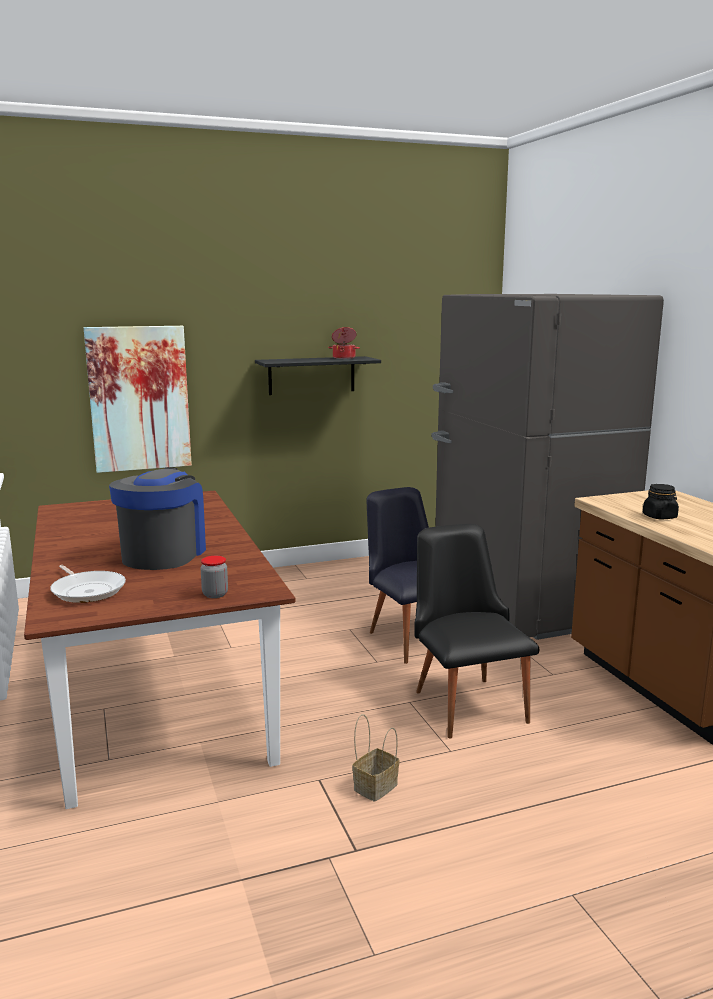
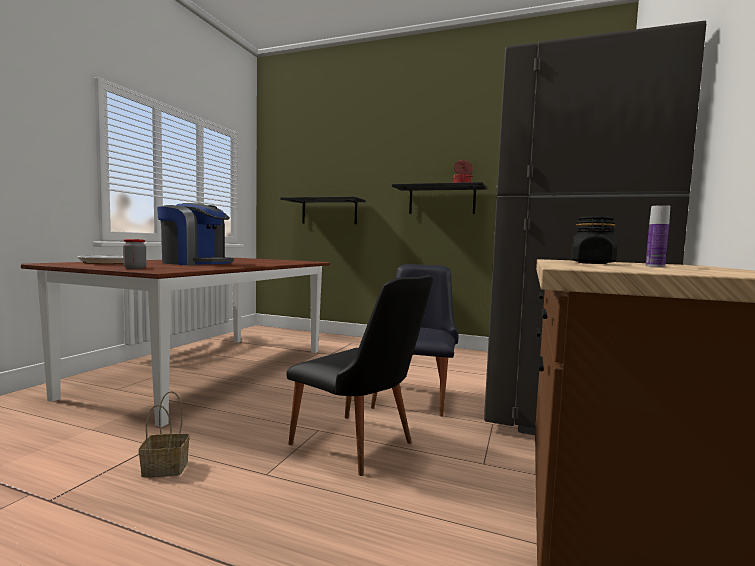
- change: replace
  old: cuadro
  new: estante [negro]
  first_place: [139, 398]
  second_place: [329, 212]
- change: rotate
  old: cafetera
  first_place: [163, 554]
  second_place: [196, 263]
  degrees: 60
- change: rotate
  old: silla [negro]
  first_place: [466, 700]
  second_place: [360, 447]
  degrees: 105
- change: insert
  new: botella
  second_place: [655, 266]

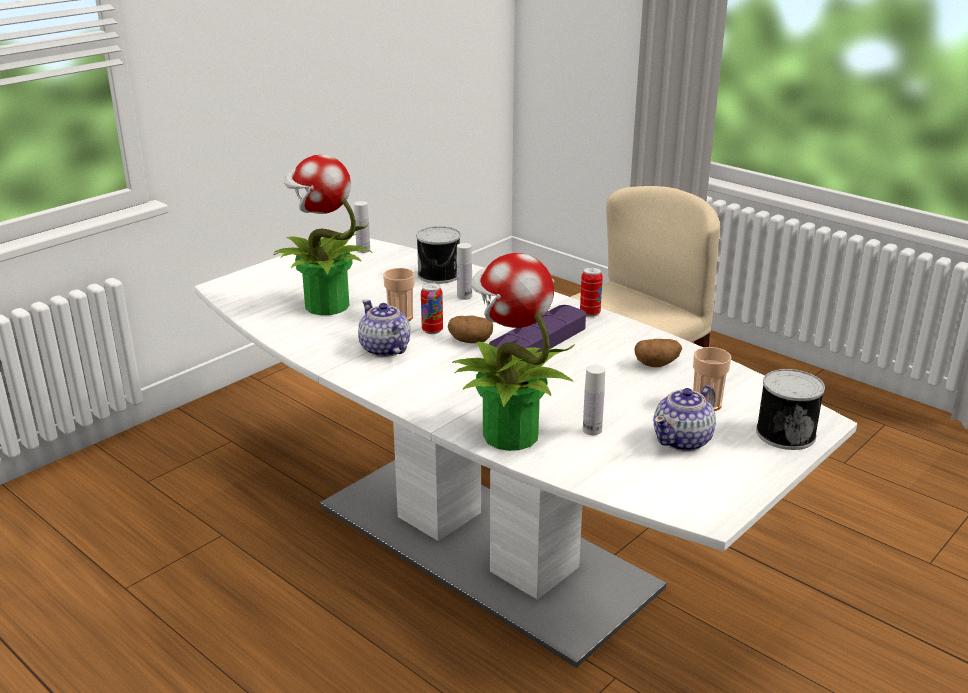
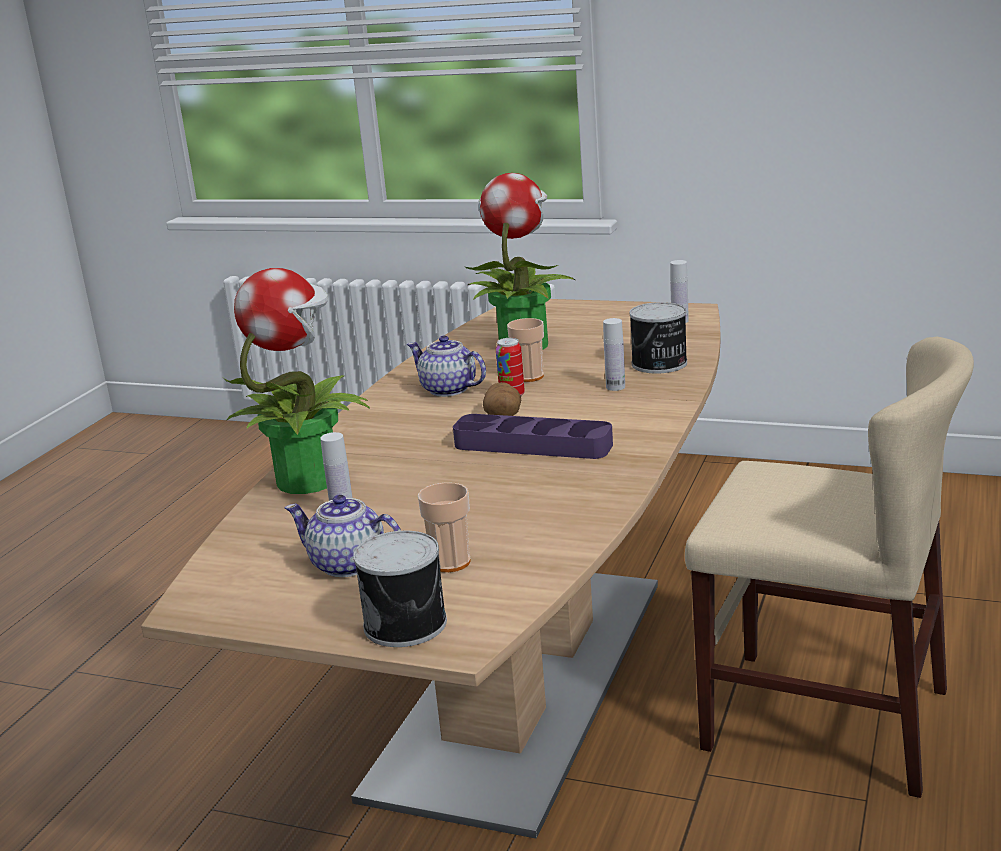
- change: recolor
  old: mesa de comedor [blanco]
  new: mesa de comedor [marrón]
  first_place: [484, 546]
  second_place: [522, 683]
- change: rotate
  old: tetera
  first_place: [384, 349]
  second_place: [448, 390]
  degrees: -90
- change: delete
  old: lata
  first_place: [590, 313]
- change: delete
  old: patata
  first_place: [656, 364]

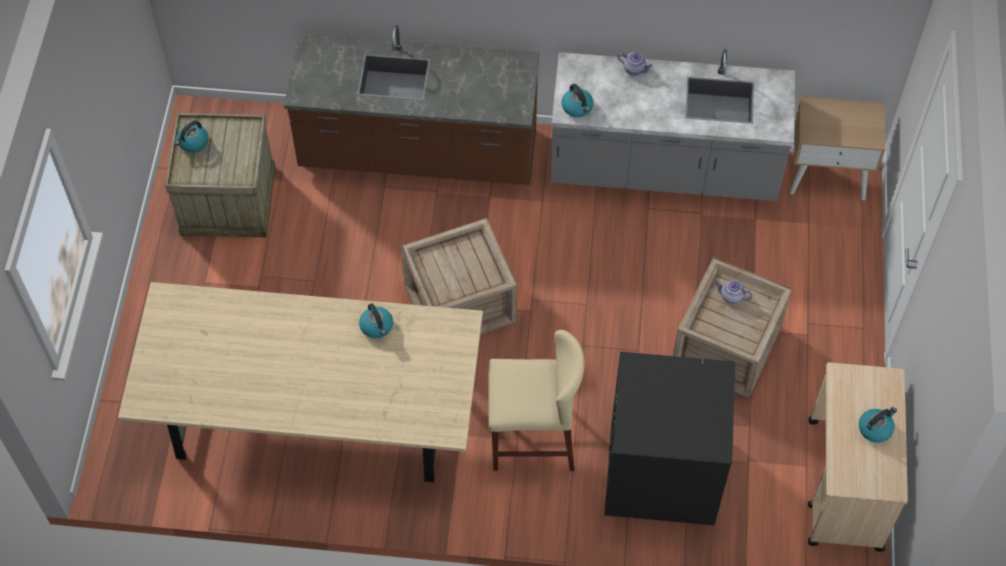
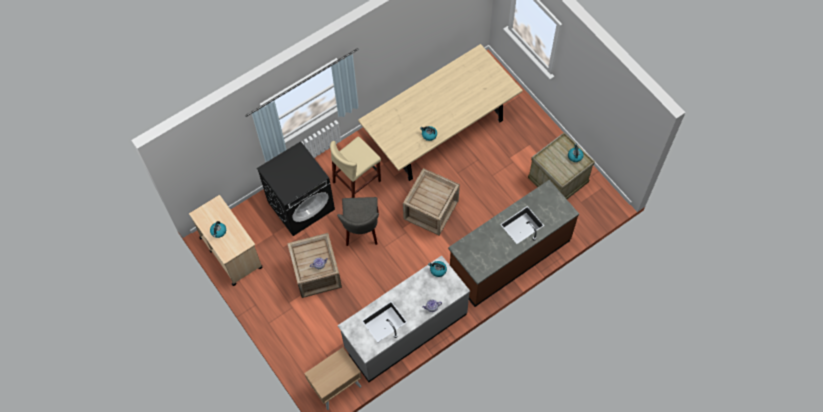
- change: insert
  new: silla [gris]
  second_place: [361, 231]

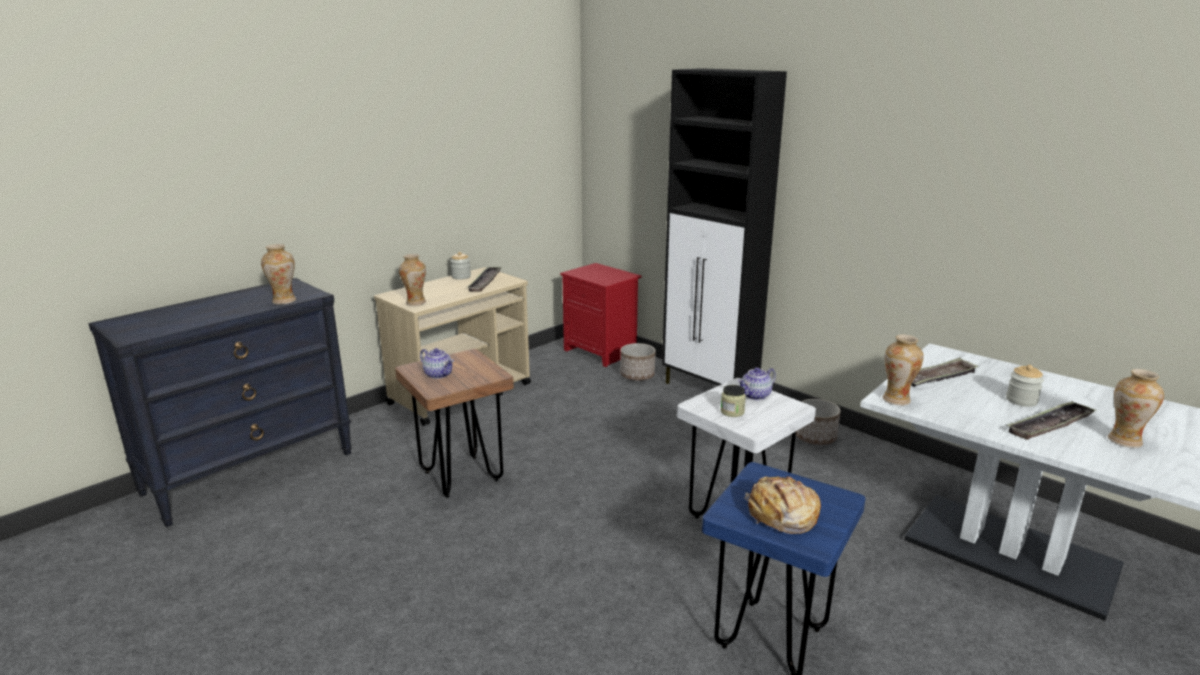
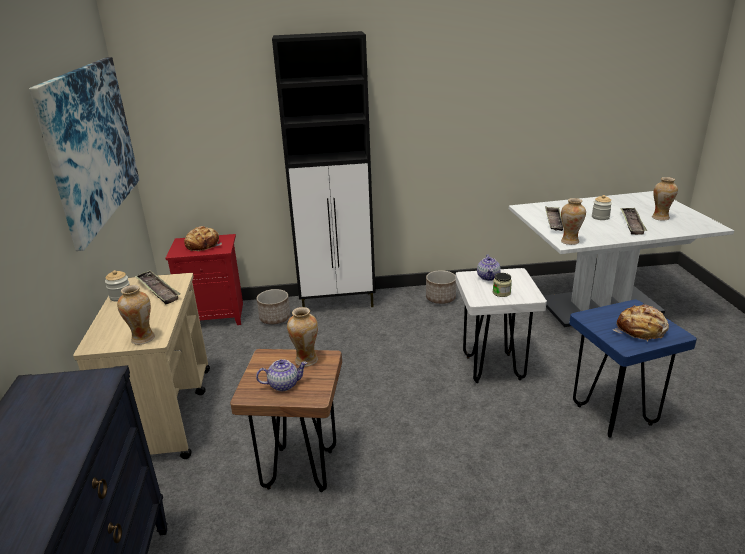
- change: move
  old: florero
  first_place: [284, 301]
  second_place: [306, 360]
- change: insert
  new: cuadro
  second_place: [91, 144]
- change: insert
  new: pan
  second_place: [203, 245]

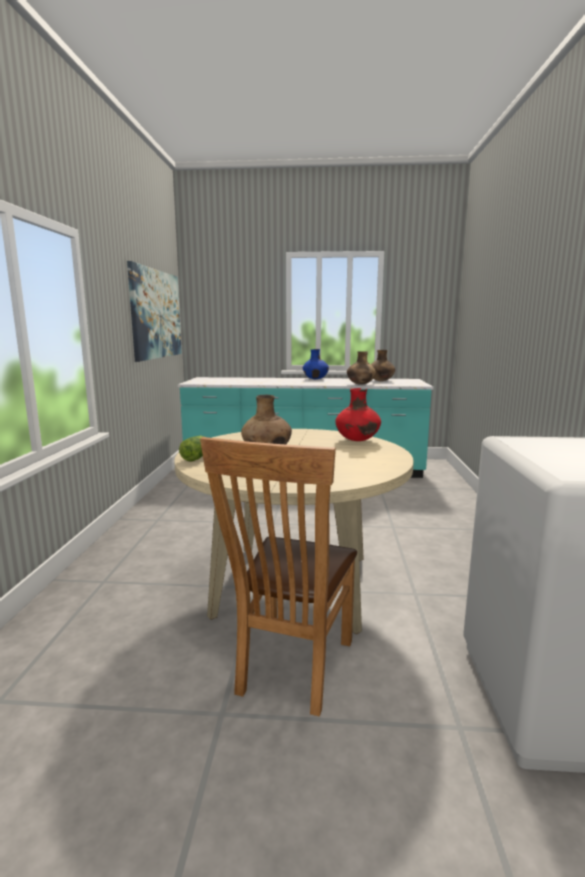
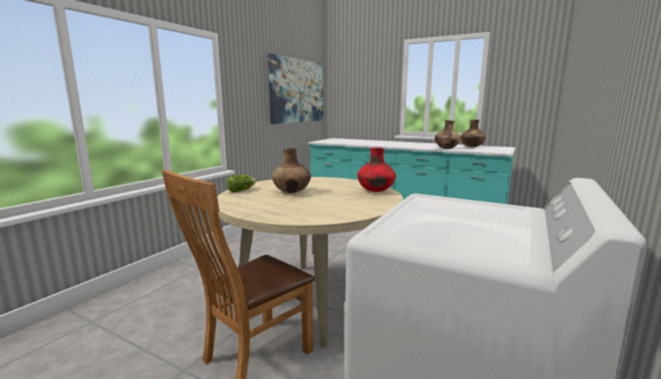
- change: delete
  old: florero [azul]
  first_place: [315, 379]

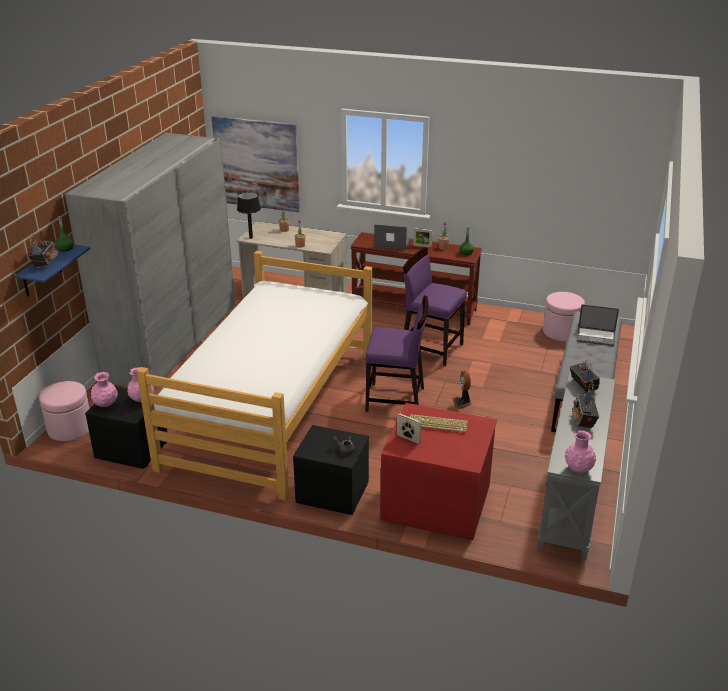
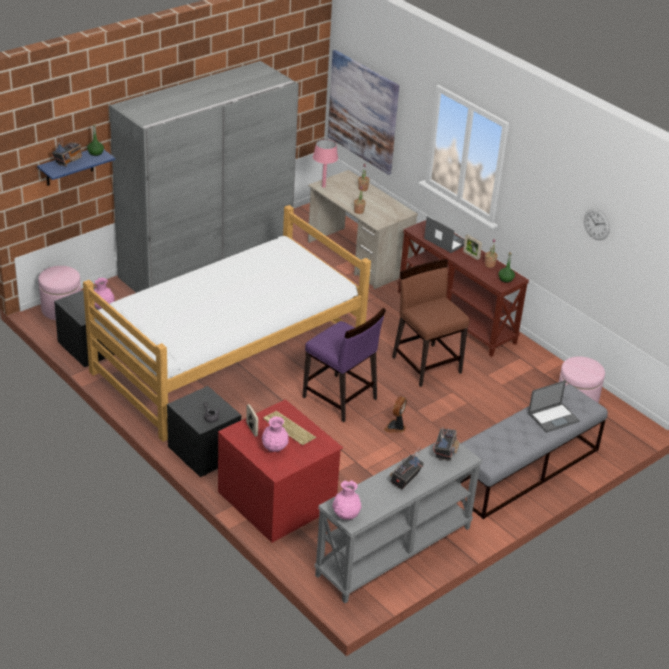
- change: move
  old: florero [rosa]
  first_place: [106, 404]
  second_place: [274, 448]
- change: recolor
  old: lámpara de mesa [negro]
  new: lámpara de mesa [rosa]
  first_place: [251, 238]
  second_place: [323, 186]
- change: recolor
  old: silla [morado]
  new: silla [marrón]
  first_place: [431, 348]
  second_place: [426, 364]
- change: rotate
  old: portátil
  first_place: [596, 336]
  second_place: [553, 417]
  degrees: -75
- change: insert
  new: reloj de pared
  second_place: [596, 224]

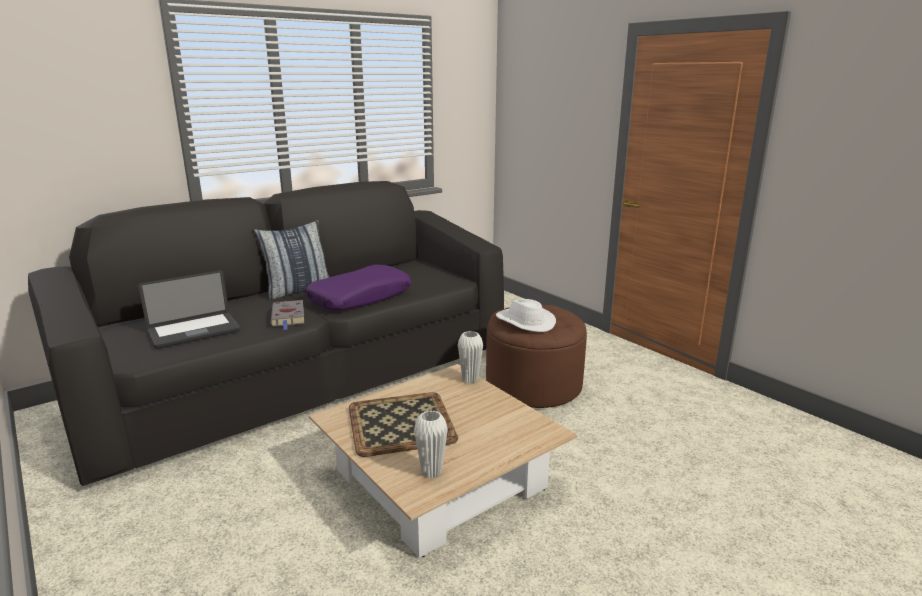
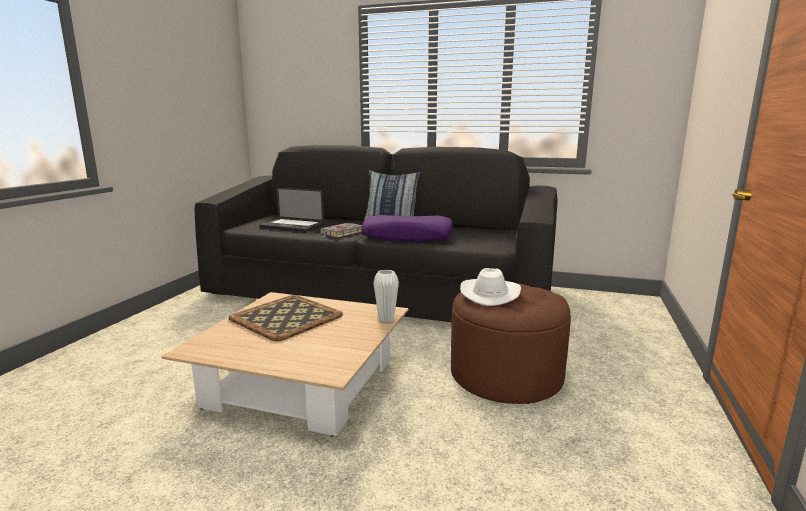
- change: delete
  old: florero [blanco]
  first_place: [431, 472]

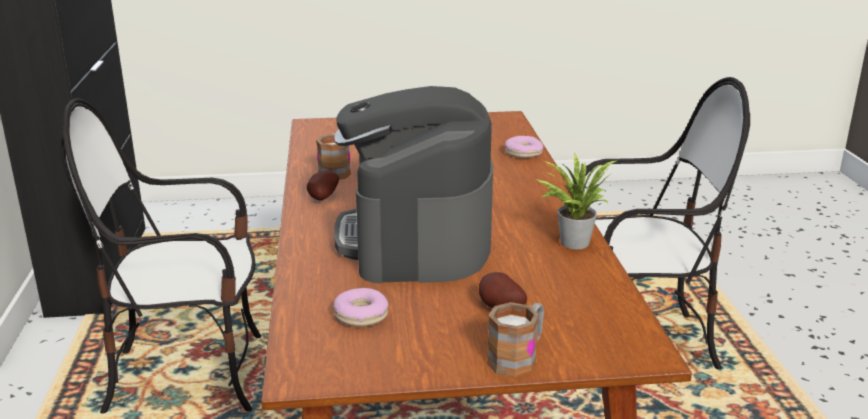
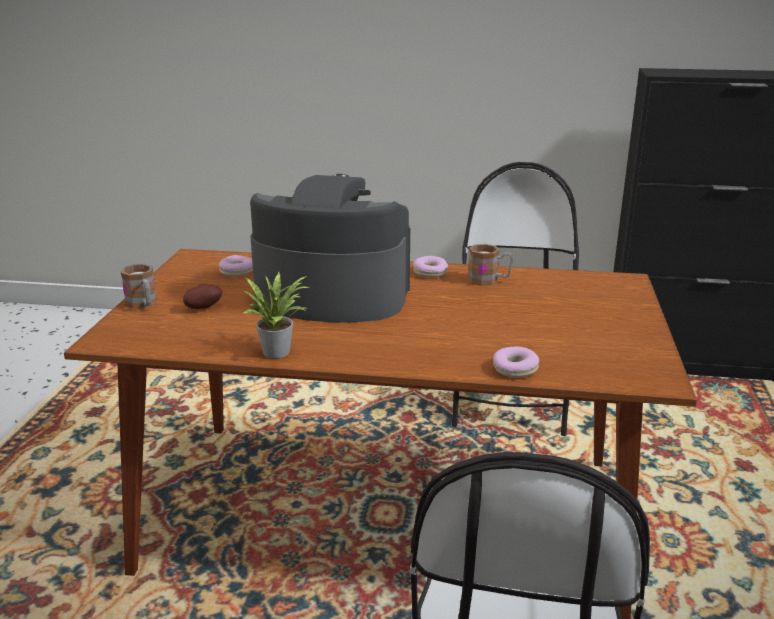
- change: replace
  old: patata
  new: rosquilla
  first_place: [321, 198]
  second_place: [430, 273]

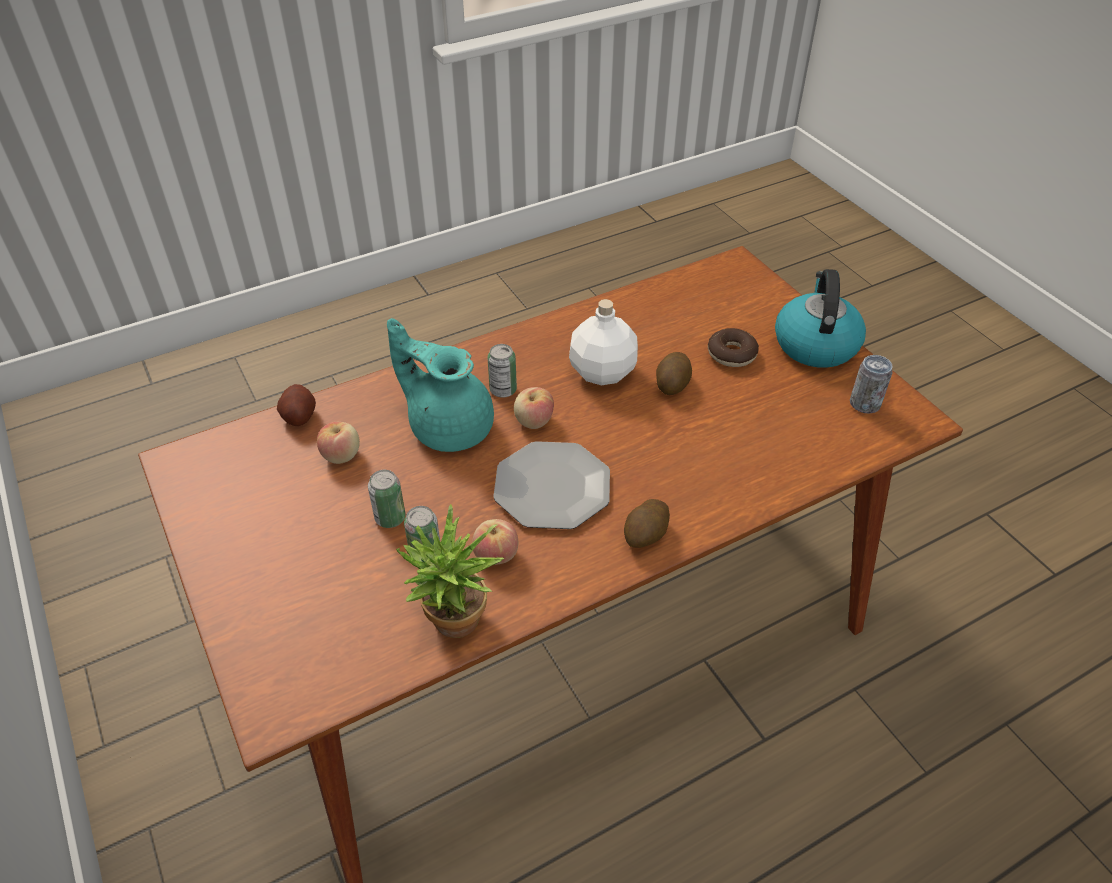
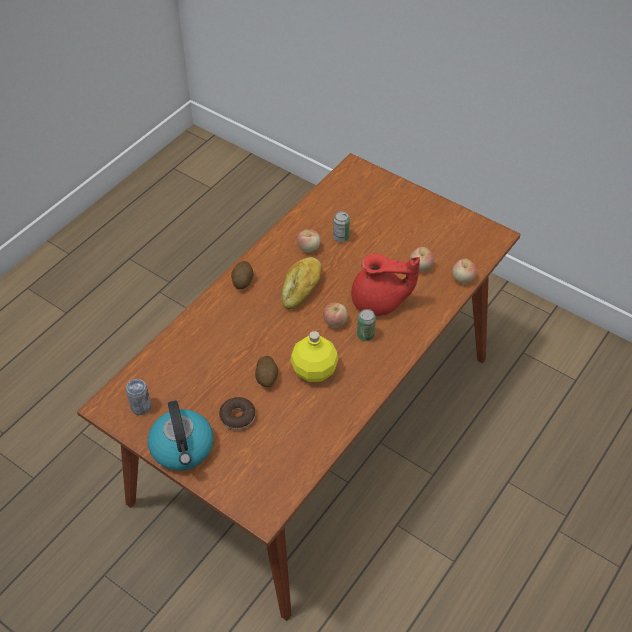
- change: replace
  old: patata
  new: manzana
  first_place: [299, 416]
  second_place: [463, 278]
- change: delete
  old: lata
  first_place: [390, 518]
- change: recolor
  old: tetera [turquesa]
  new: tetera [rojo]
  first_place: [449, 426]
  second_place: [379, 302]
- change: delete
  old: planta en maceta
  first_place: [455, 627]
- change: replace
  old: plato
  new: pan
  first_place: [552, 487]
  second_place: [302, 288]
- change: recolor
  old: botella [blanco]
  new: botella [amarillo]
  first_place: [603, 372]
  second_place: [313, 370]

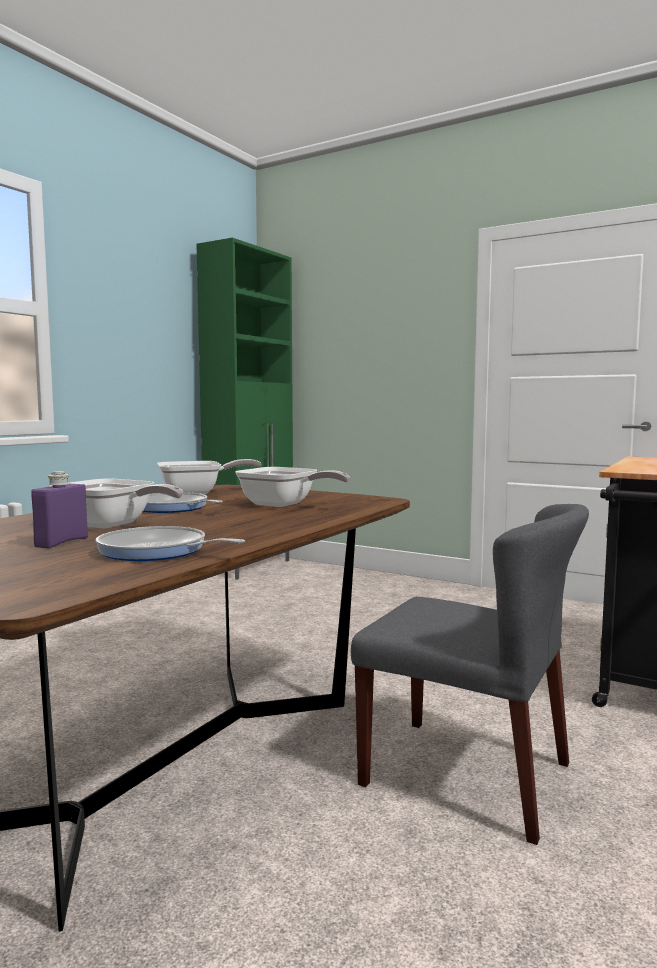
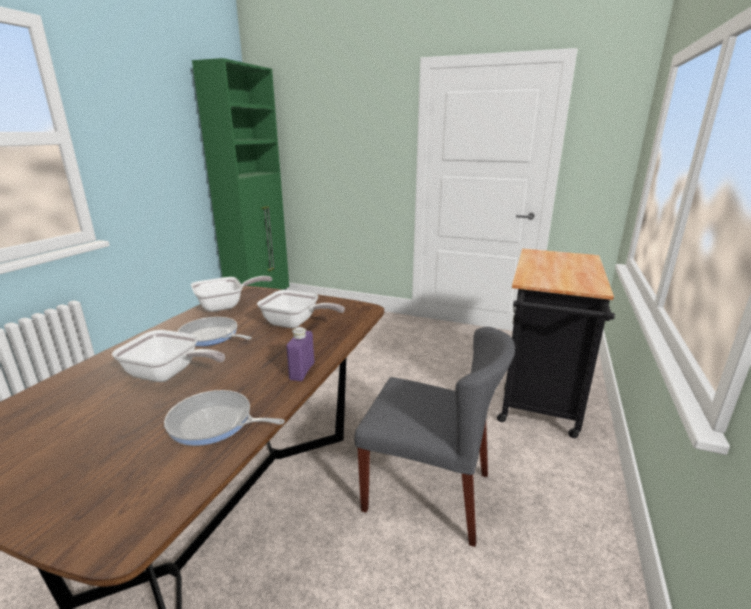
- change: move
  old: botella [morado]
  first_place: [62, 542]
  second_place: [302, 371]

